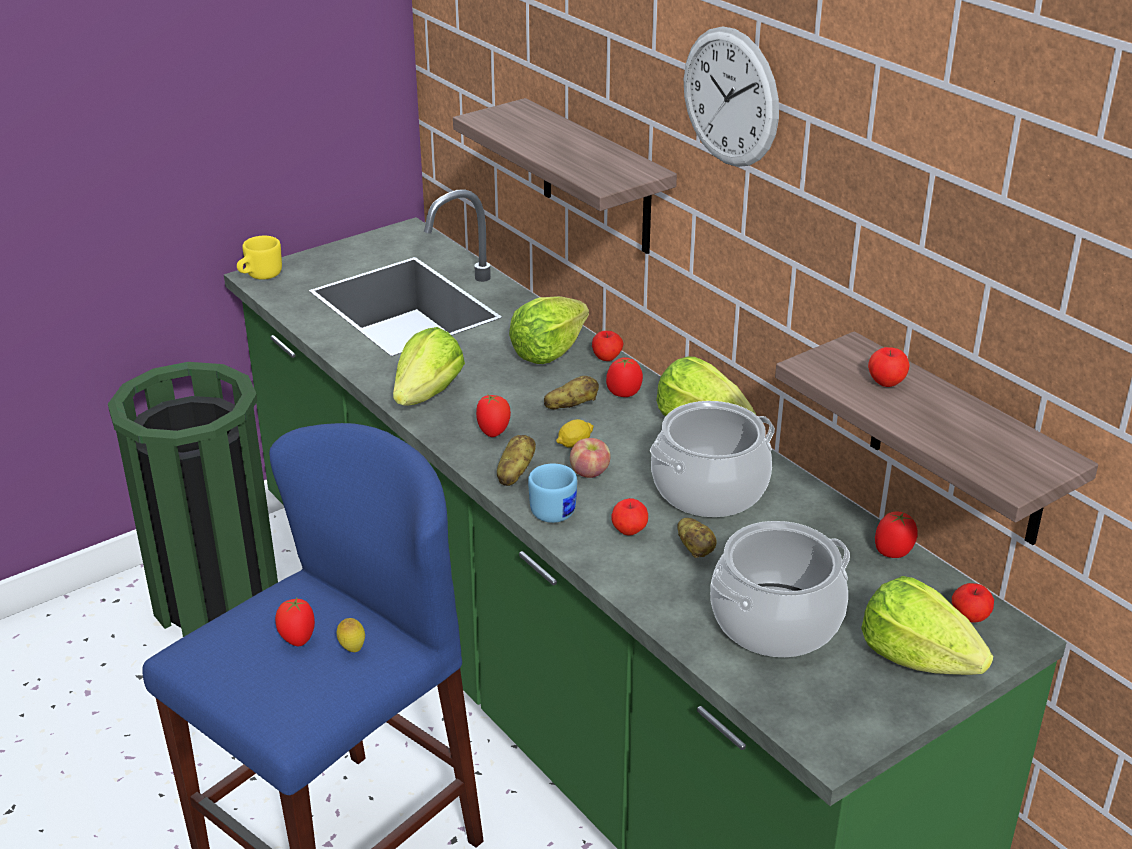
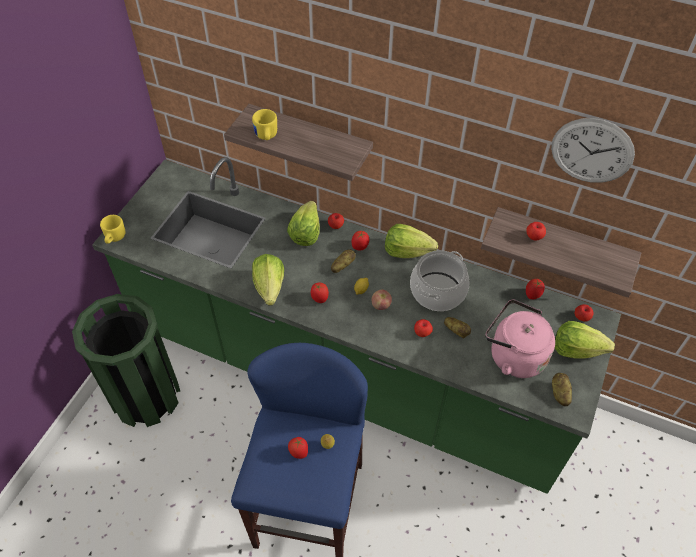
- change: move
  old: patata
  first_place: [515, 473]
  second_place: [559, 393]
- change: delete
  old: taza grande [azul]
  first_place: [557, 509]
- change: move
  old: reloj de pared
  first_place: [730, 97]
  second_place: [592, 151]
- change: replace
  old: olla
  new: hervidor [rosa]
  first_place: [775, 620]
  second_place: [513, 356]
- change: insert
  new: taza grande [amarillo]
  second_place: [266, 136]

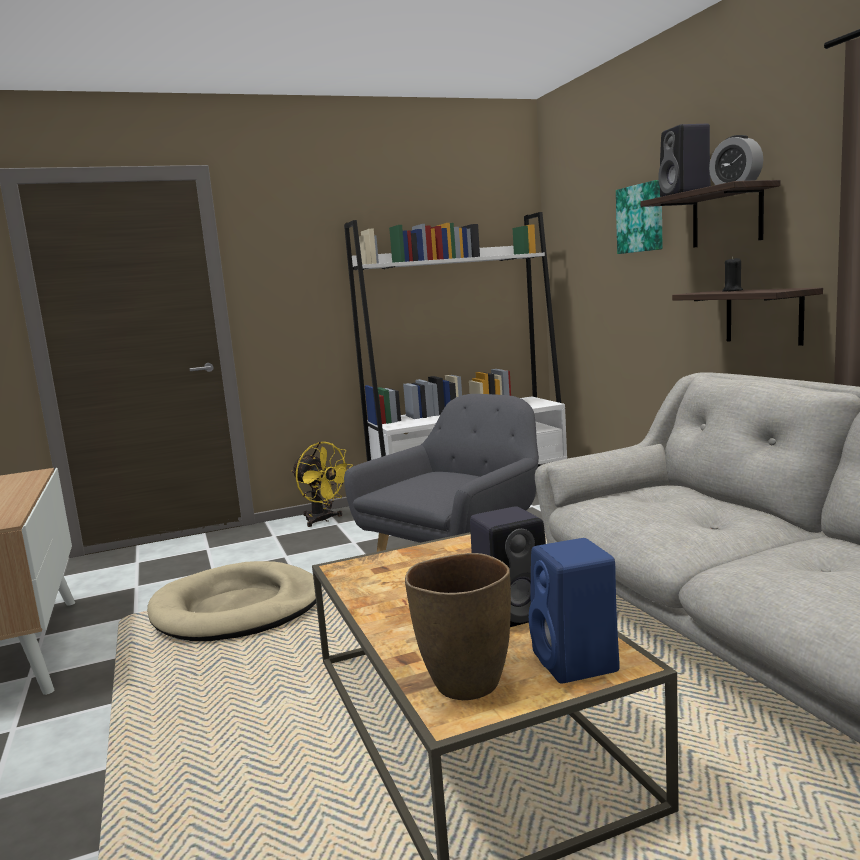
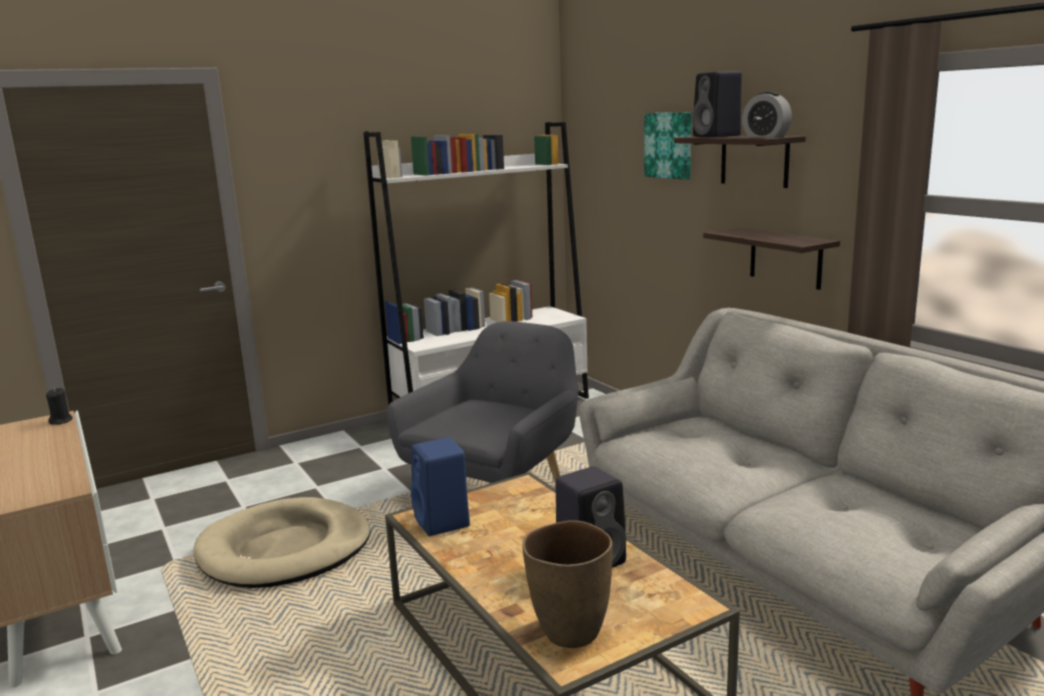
- change: delete
  old: ventilador [amarillo]
  first_place: [323, 520]
- change: move
  old: altavoz [azul]
  first_place: [577, 663]
  second_place: [443, 523]
- change: move
  old: vela [negro]
  first_place: [732, 291]
  second_place: [61, 421]

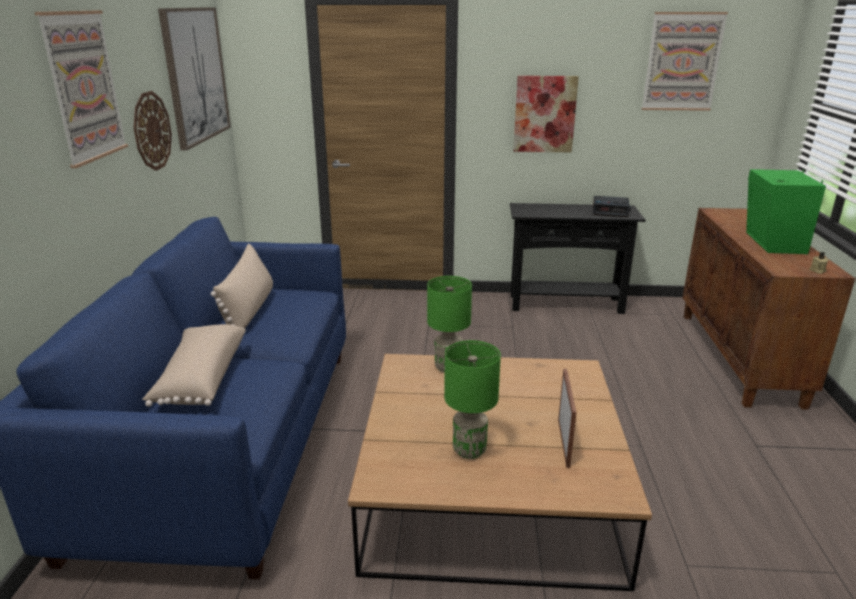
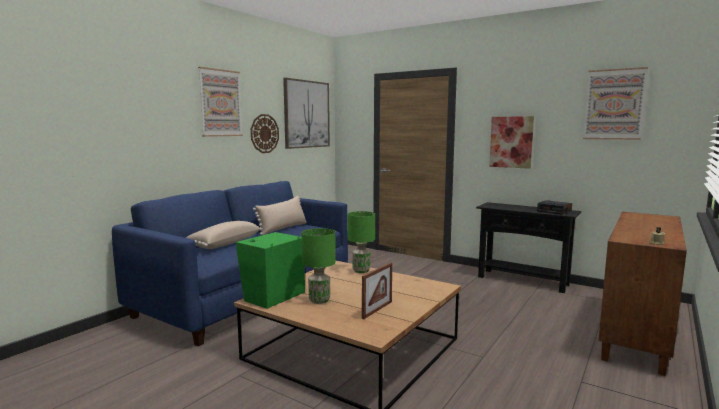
- change: move
  old: altavoz [verde]
  first_place: [772, 243]
  second_place: [272, 296]

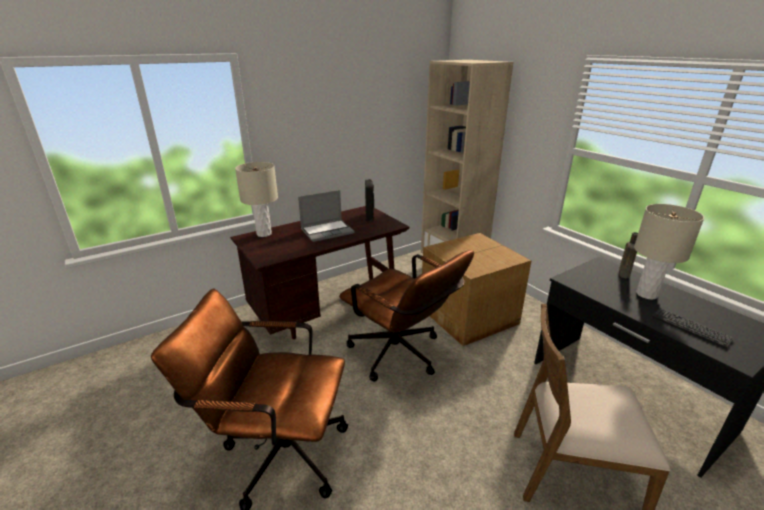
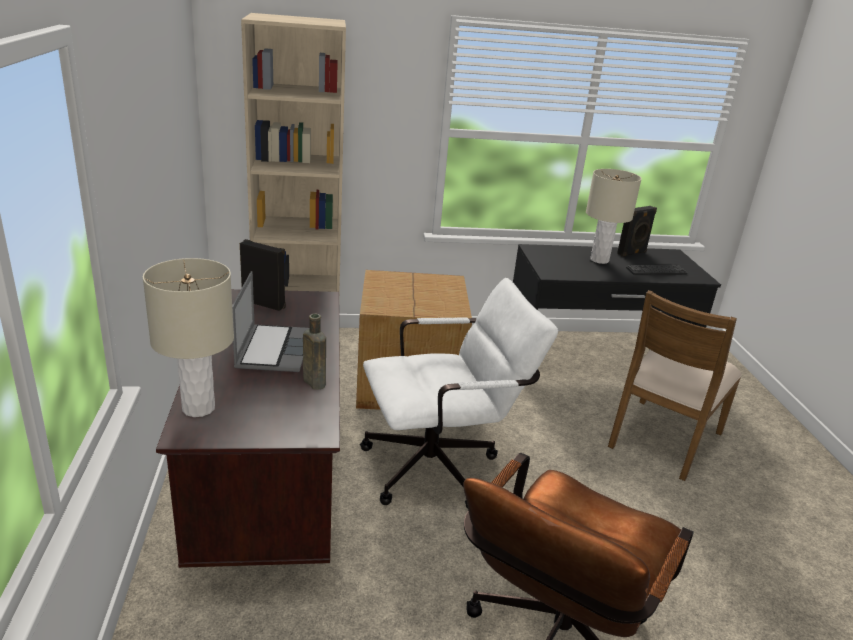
- change: recolor
  old: silla de oficina [marrón]
  new: silla de oficina [blanco]
  first_place: [401, 356]
  second_place: [442, 466]
- change: move
  old: botella [marrón]
  first_place: [623, 274]
  second_place: [313, 381]
- change: insert
  new: altavoz [negro]
  second_place: [632, 253]

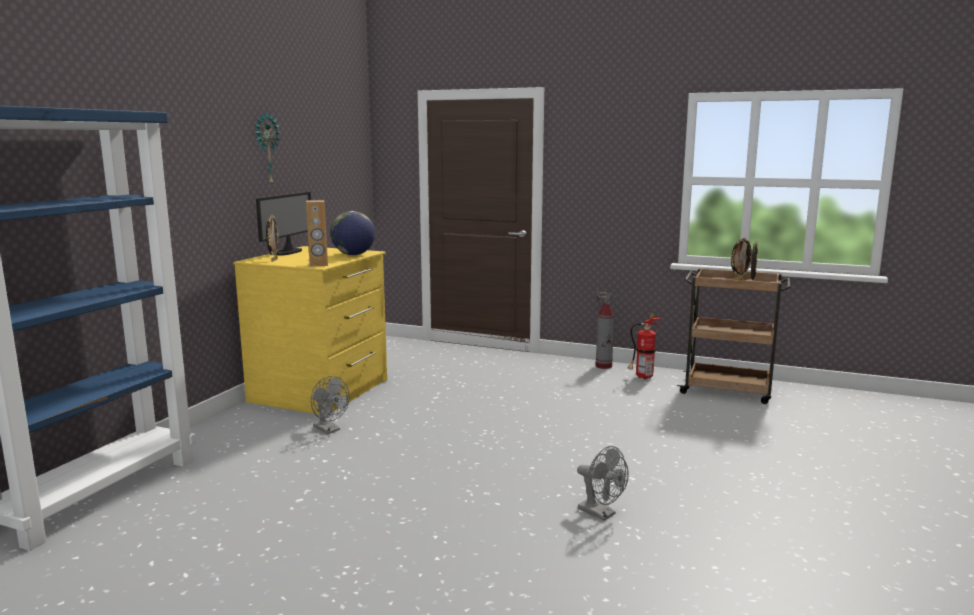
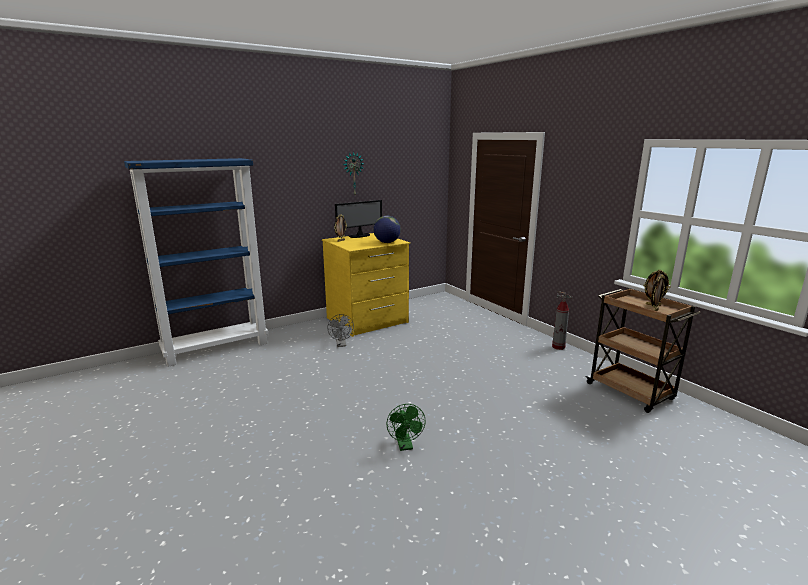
- change: delete
  old: altavoz [marrón]
  first_place: [318, 264]
- change: recolor
  old: ventilador [gris]
  new: ventilador [verde]
  first_place: [601, 514]
  second_place: [405, 446]
- change: delete
  old: extintor
  first_place: [642, 377]

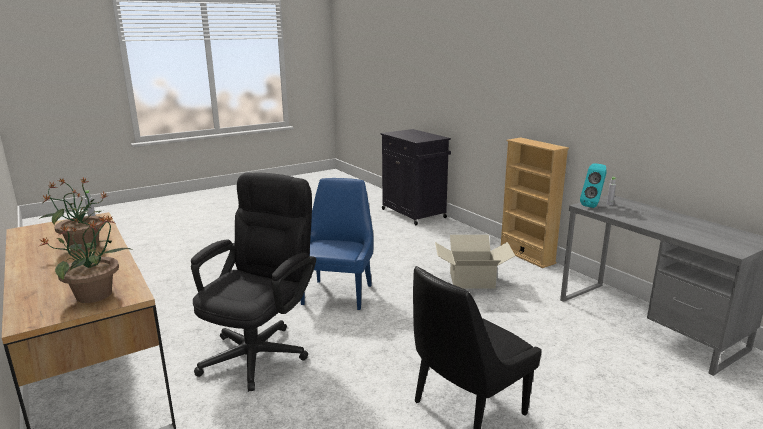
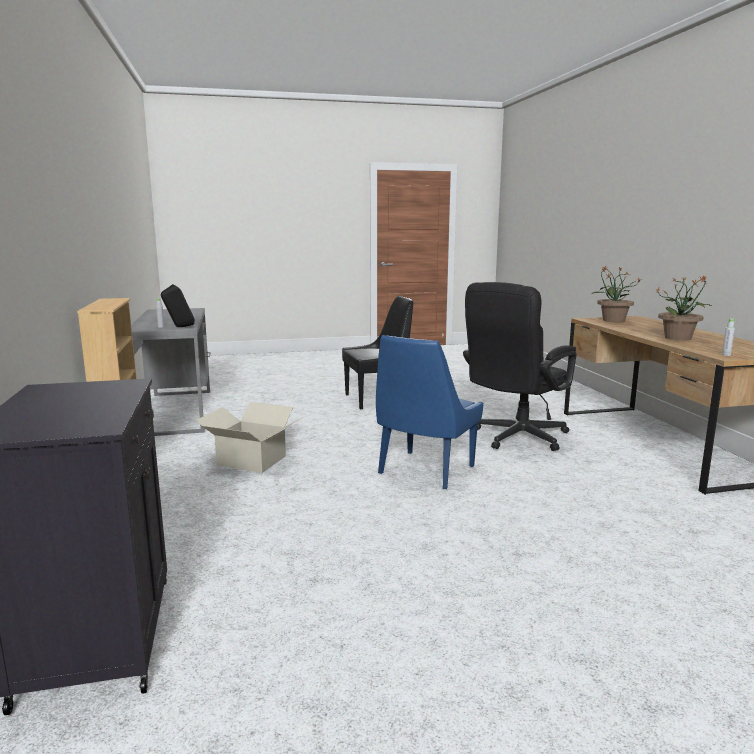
- change: recolor
  old: altavoz [turquesa]
  new: altavoz [negro]
  first_place: [593, 205]
  second_place: [179, 327]

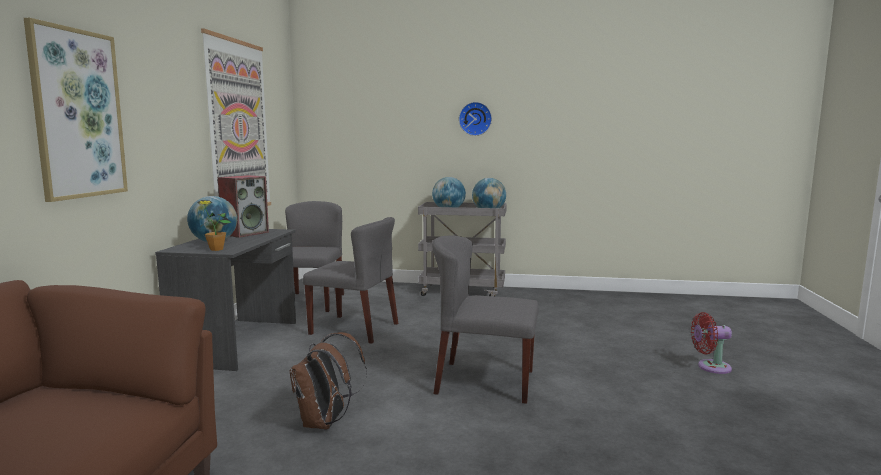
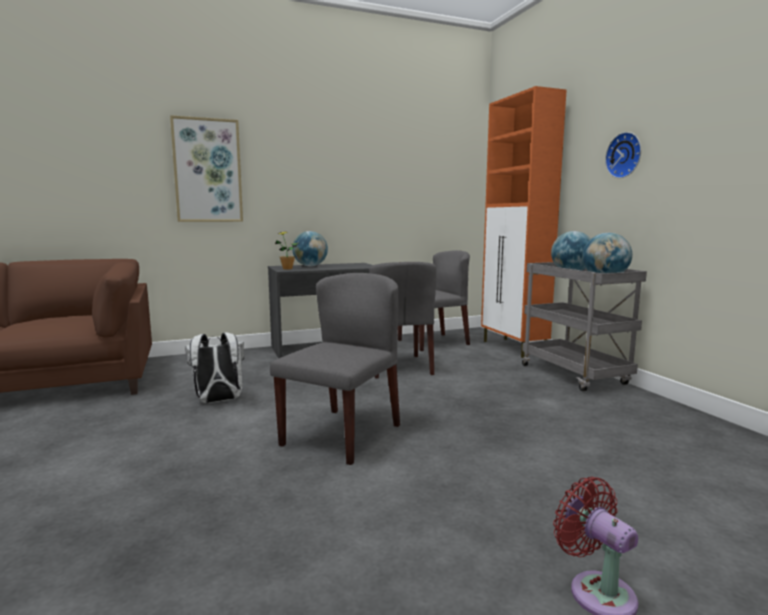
- change: delete
  old: cuadro
  first_place: [239, 127]
- change: delete
  old: altavoz
  first_place: [245, 233]
- change: recolor
  old: mochila [marrón]
  new: mochila [blanco]
  first_place: [326, 423]
  second_place: [218, 401]
- change: rotate
  old: silla [gris]
  first_place: [484, 382]
  second_place: [342, 434]
  degrees: 45
- change: insert
  new: armario [naranja]
  second_place: [514, 348]

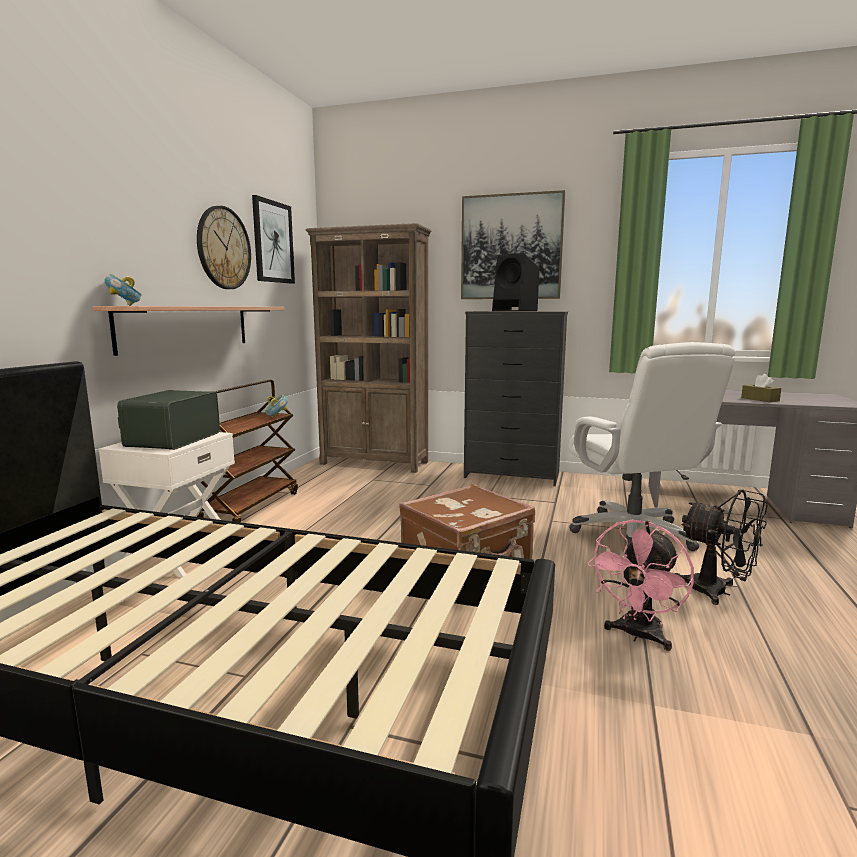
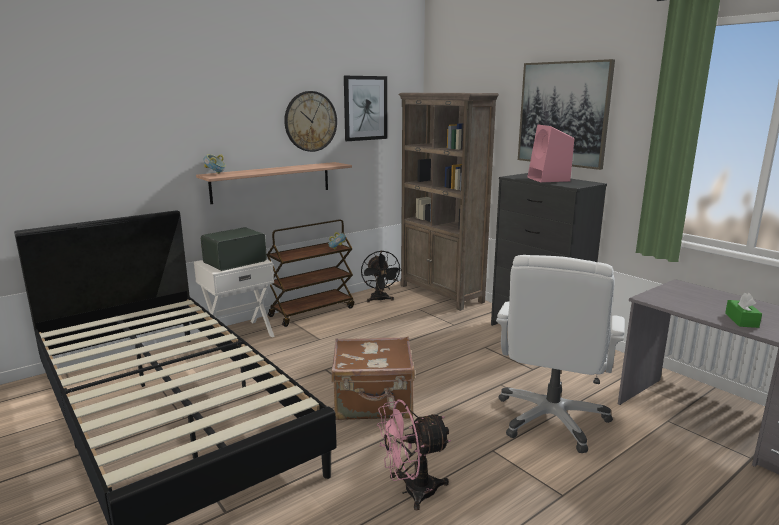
- change: recolor
  old: altavoz [negro]
  new: altavoz [rosa]
  first_place: [516, 311]
  second_place: [549, 179]
- change: move
  old: ventilador [negro]
  first_place: [718, 592]
  second_place: [380, 300]
- change: recolor
  old: caja de pañuelos [marrón]
  new: caja de pañuelos [verde]
  first_place: [760, 399]
  second_place: [741, 320]

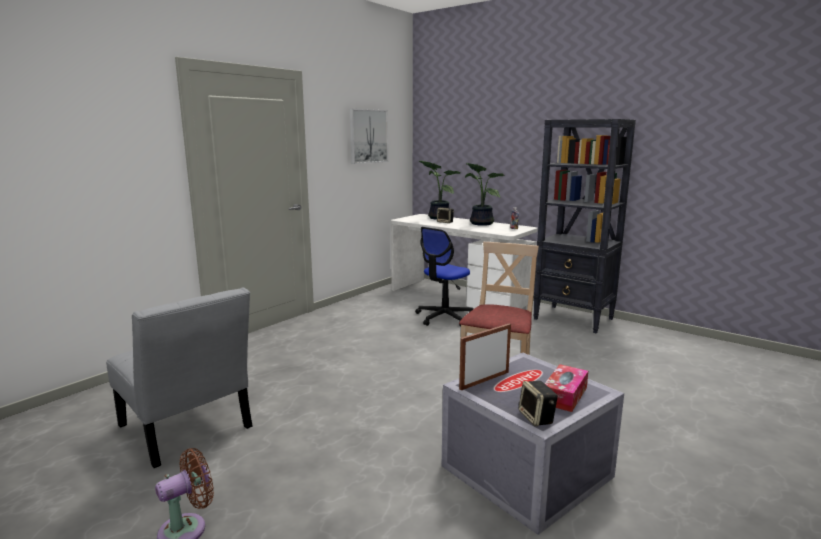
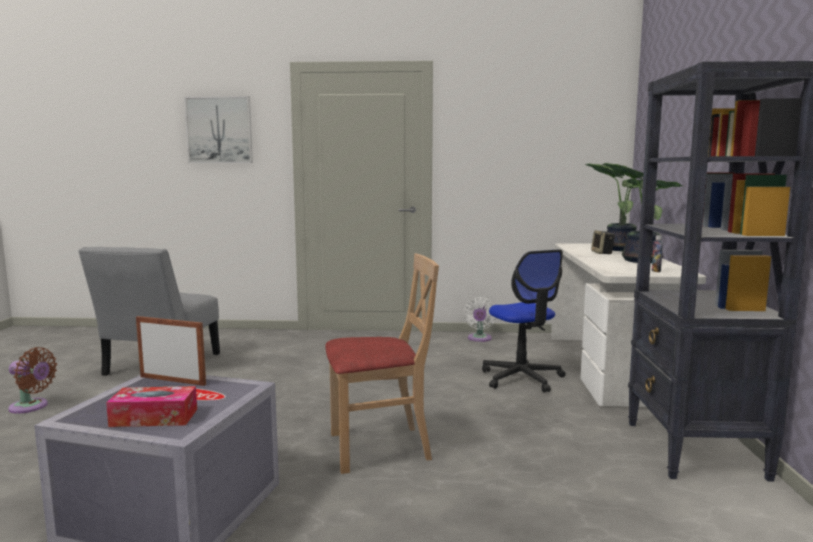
- change: move
  old: cuadro
  first_place: [368, 136]
  second_place: [219, 130]
- change: rotate
  old: silla de oficina
  first_place: [444, 317]
  second_place: [522, 378]
  degrees: -120
- change: delete
  old: altavoz
  first_place: [537, 418]
- change: insert
  new: ventilador [blanco]
  second_place: [479, 339]

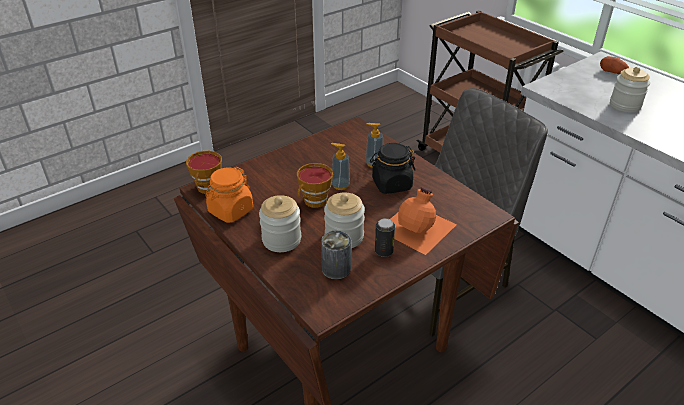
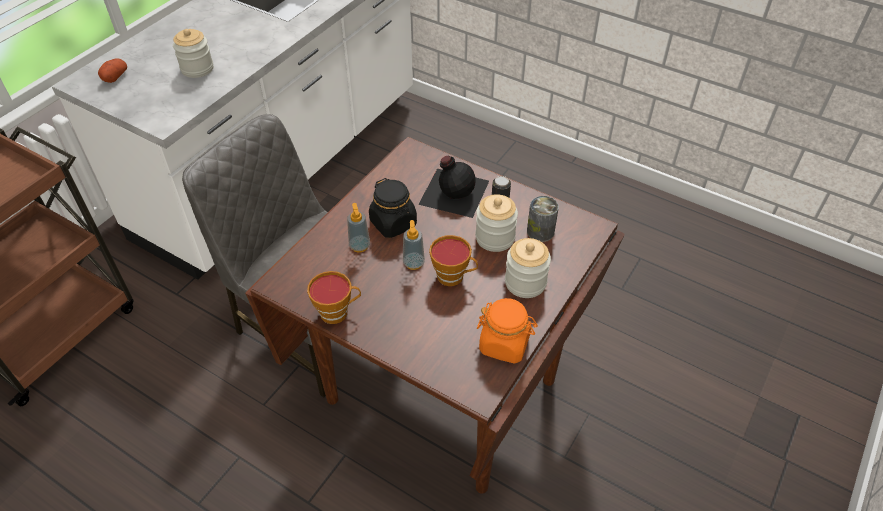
- change: move
  old: taza
  first_place: [207, 189]
  second_place: [337, 312]
- change: recolor
  old: botella [naranja]
  new: botella [negro]
  first_place: [418, 227]
  second_place: [453, 191]

